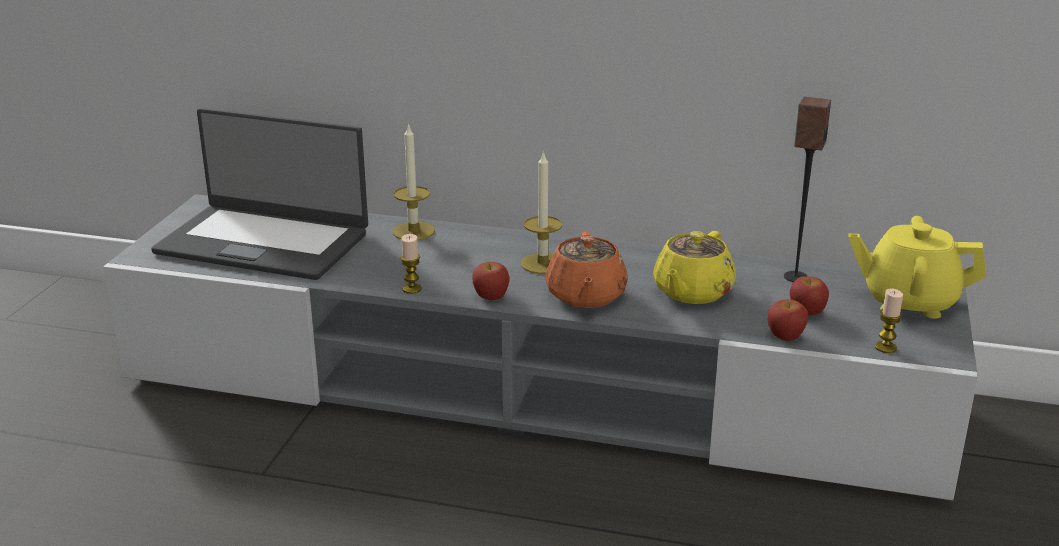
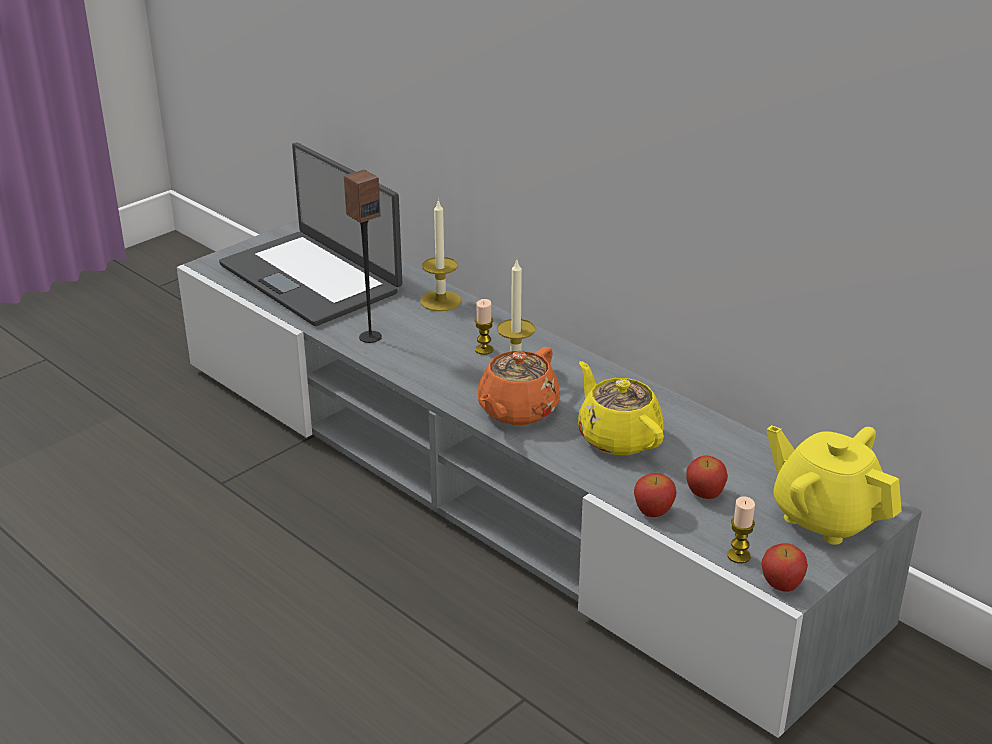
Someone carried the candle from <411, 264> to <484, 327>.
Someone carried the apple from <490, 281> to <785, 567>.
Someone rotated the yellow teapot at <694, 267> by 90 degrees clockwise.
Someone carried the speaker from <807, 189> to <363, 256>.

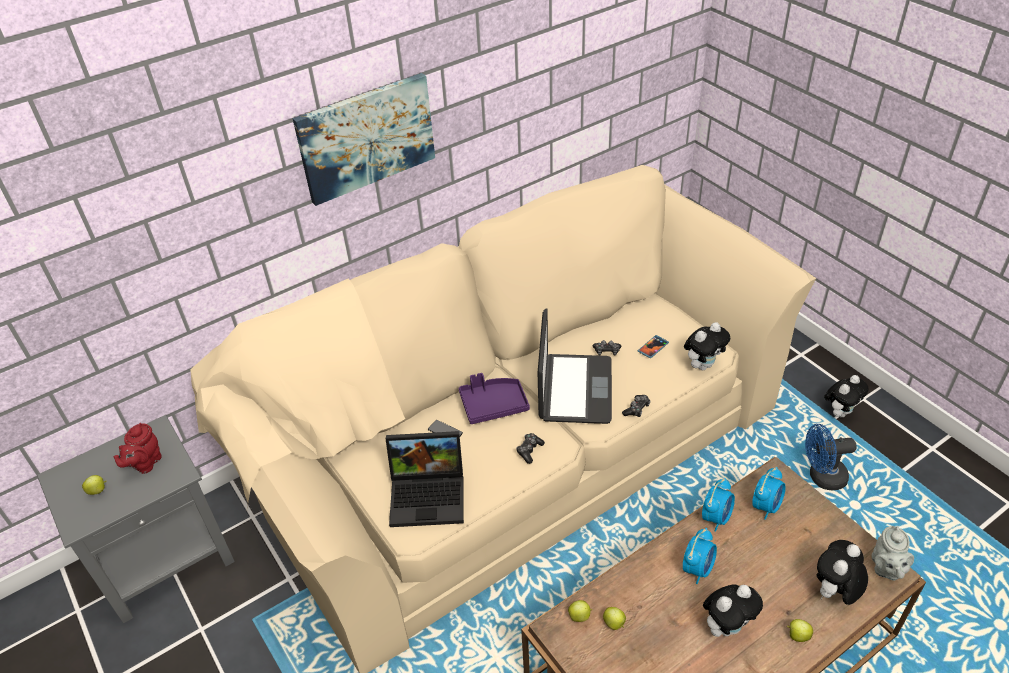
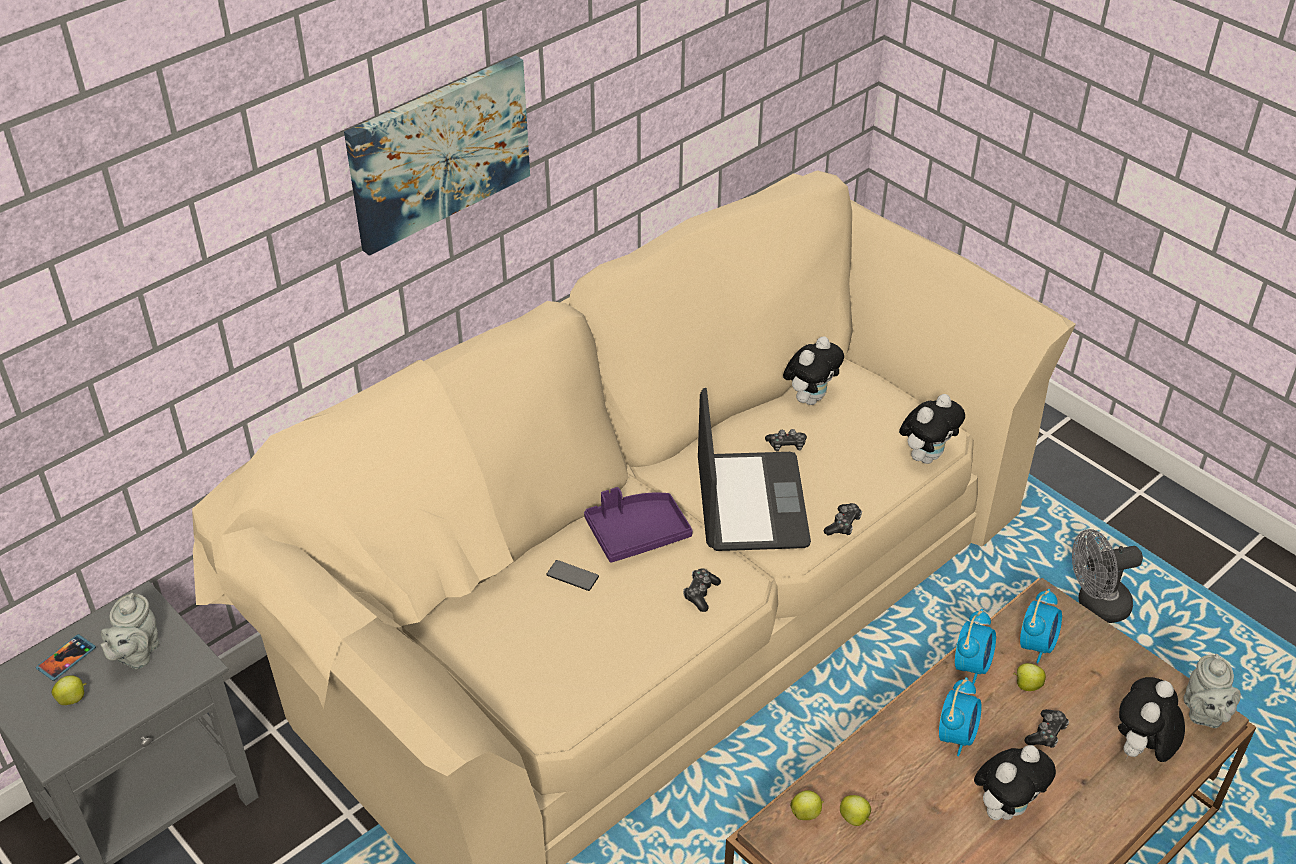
Someone repainted the red teapot at <137, 448>, which became the grey teapot at <129, 630>.
Someone took away the laptop at <425, 479>.
Someone carried the phone from <653, 346> to <66, 657>.
Someone carried the apple from <800, 630> to <1029, 677>.
Someone repainted the blue fan at <831, 457>, which became the grey fan at <1107, 576>.
Someone carried the plush toy from <846, 396> to <813, 370>.
Someone put down the game controller at <1046, 728>.

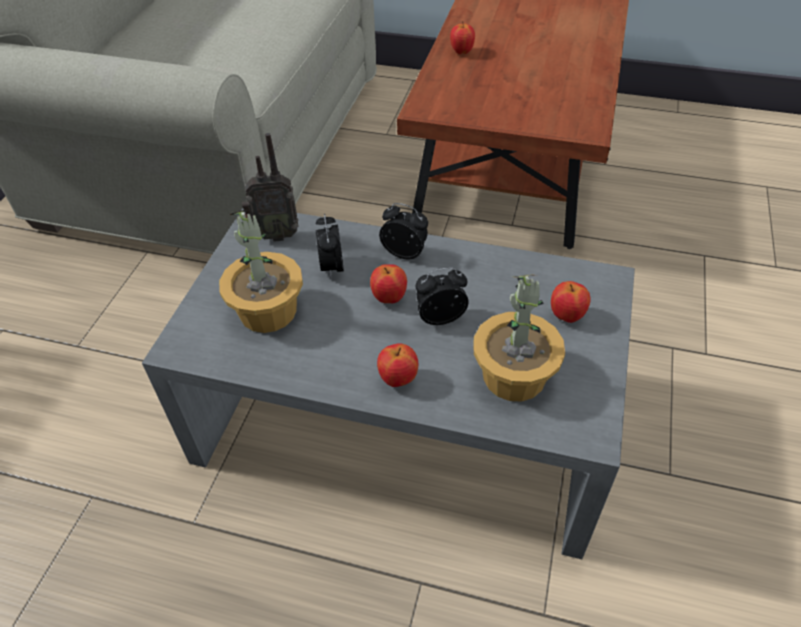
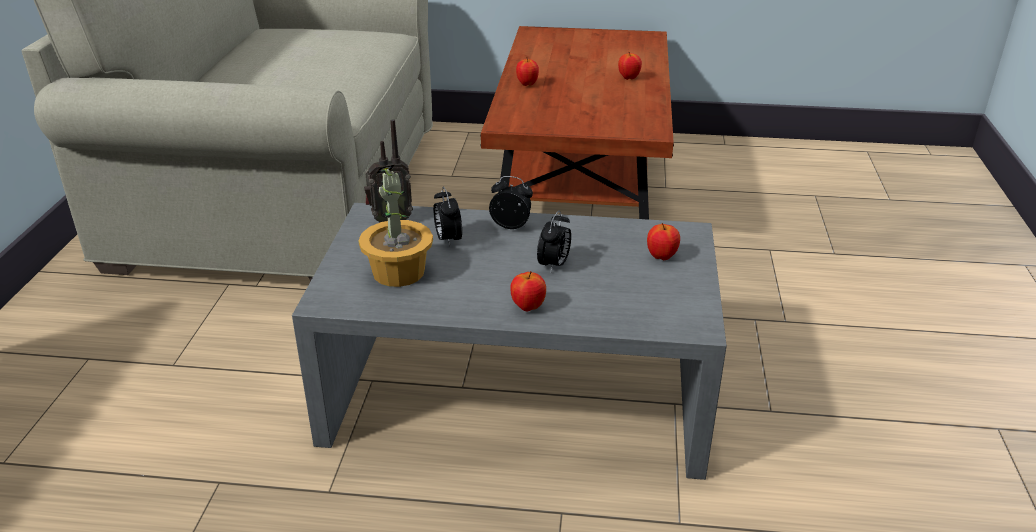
Someone carried the apple from <388, 283> to <630, 66>.
Someone rotated the alarm clock at <442, 296> by 135 degrees clockwise.
Someone took away the potted plant at <519, 338>.

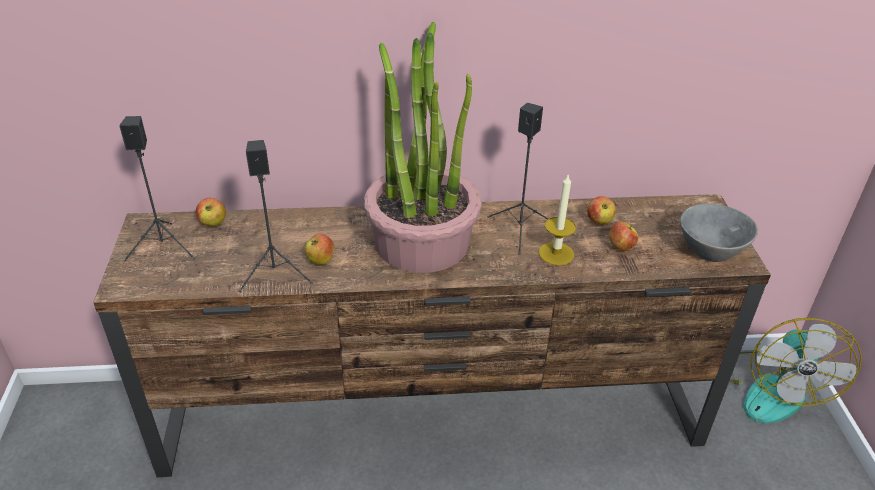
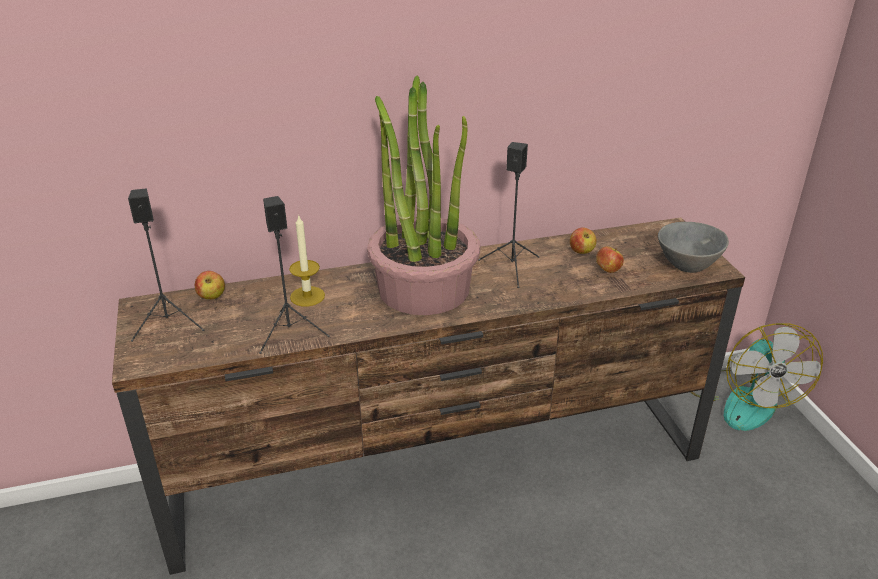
Someone took away the apple at <320, 249>.
Someone carried the candle from <557, 219> to <307, 260>.

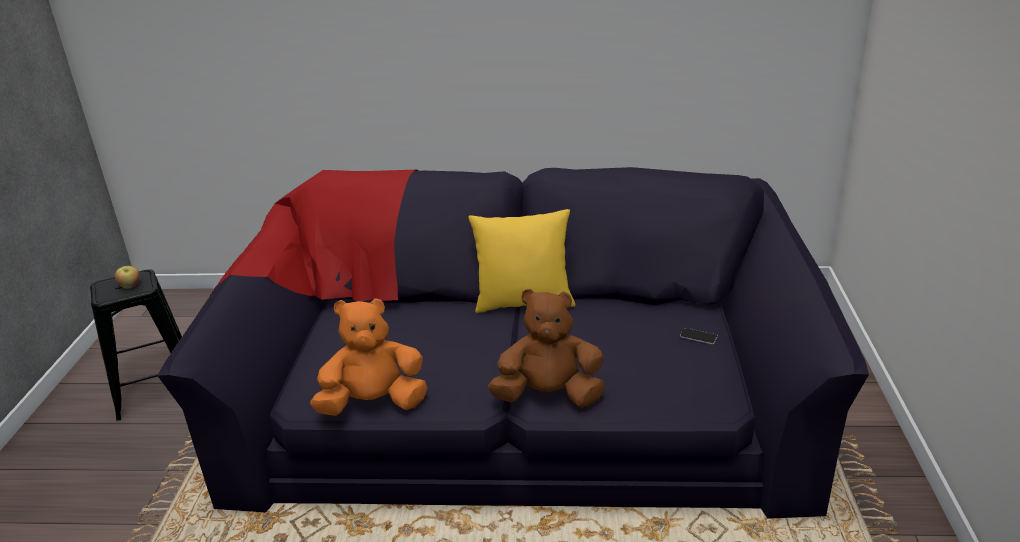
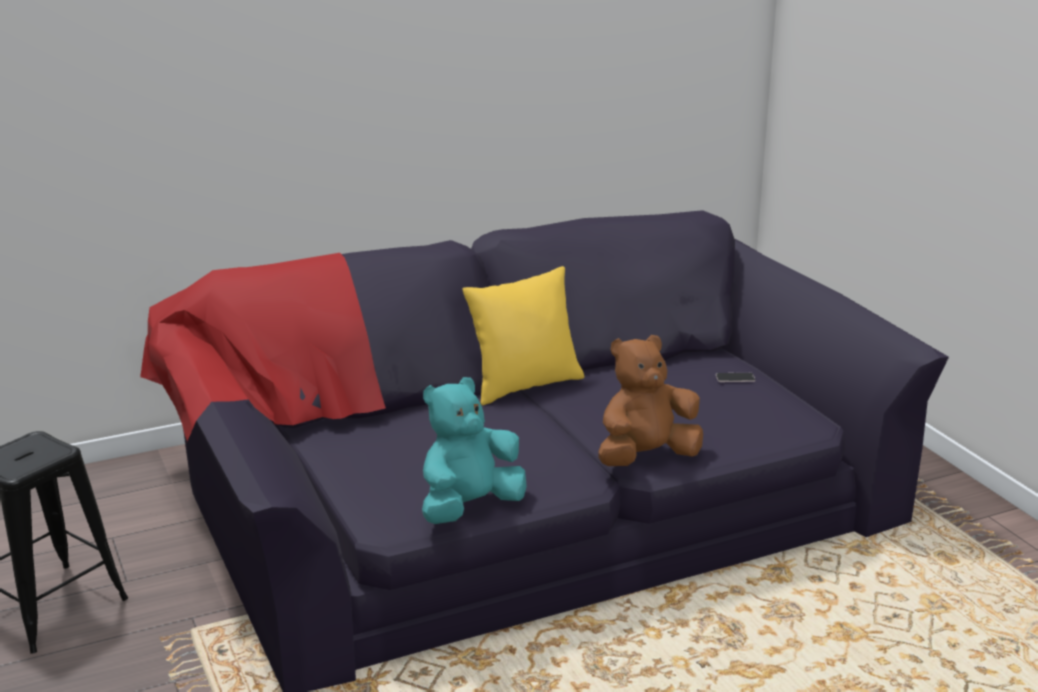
Someone took away the apple at <127, 277>.
Someone repainted the orange plush toy at <368, 357>, which became the turquoise plush toy at <474, 450>.

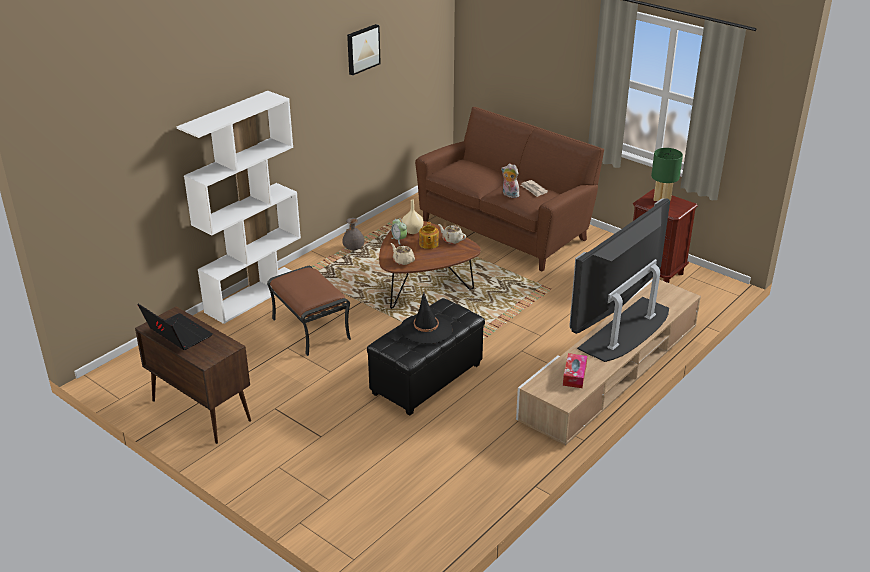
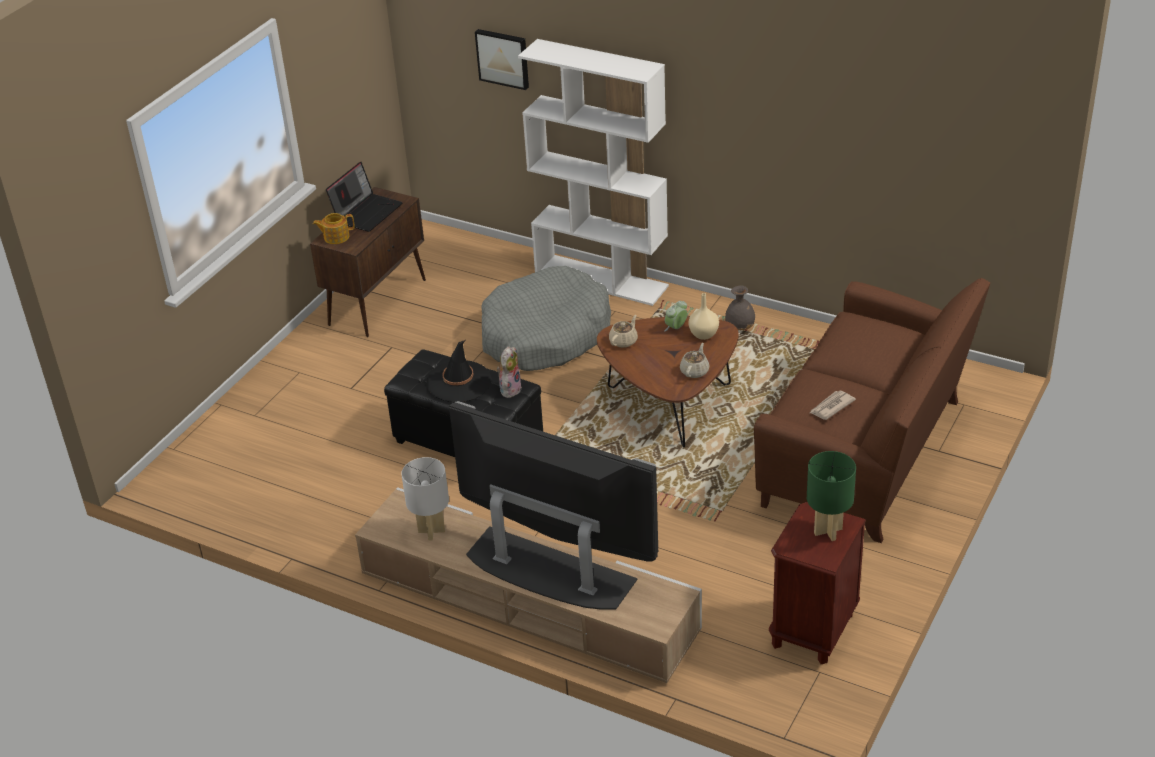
Someone swapped the brown ottoman at <309, 311> for the grey dog bed at <546, 318>.
Someone carried the picture from <364, 49> to <502, 59>.
Someone carried the teapot from <429, 235> to <334, 228>.
Someone carried the plush toy from <510, 181> to <509, 372>.
Someone swapped the tissue box at <575, 370> for the white table lamp at <425, 499>.

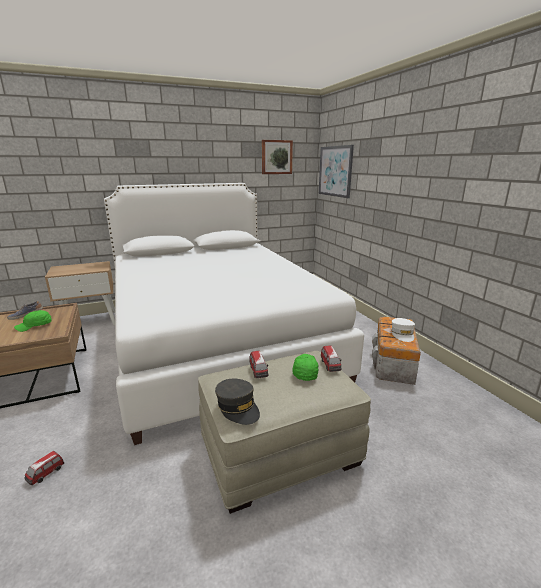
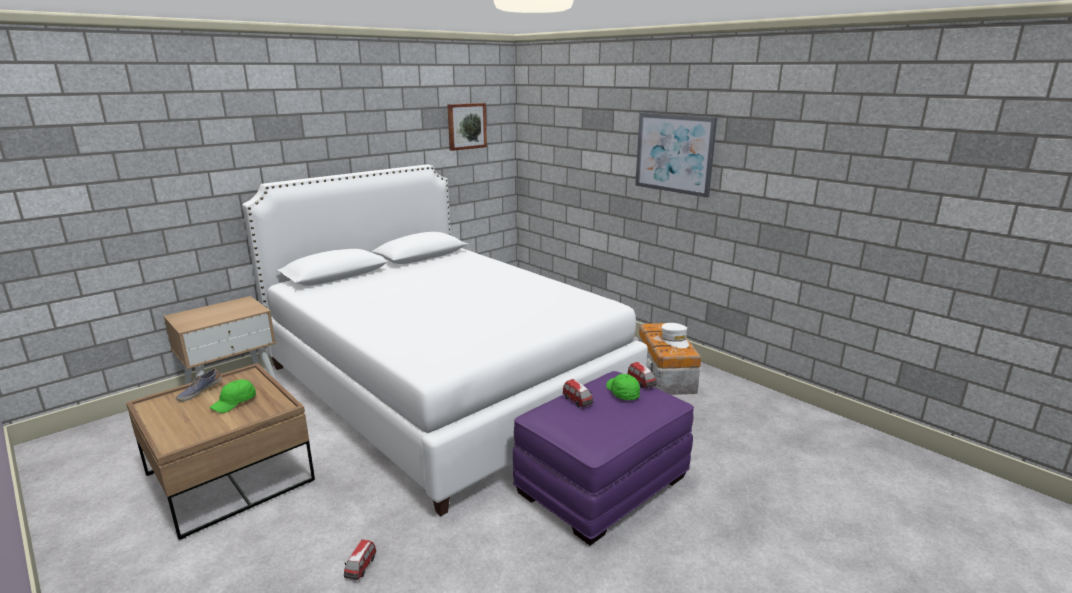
Someone repainted the beige ottoman at <284, 432>, which became the purple ottoman at <603, 458>.
Someone took away the grey cap at <237, 402>.
Someone carried the picture from <336, 171> to <676, 155>.

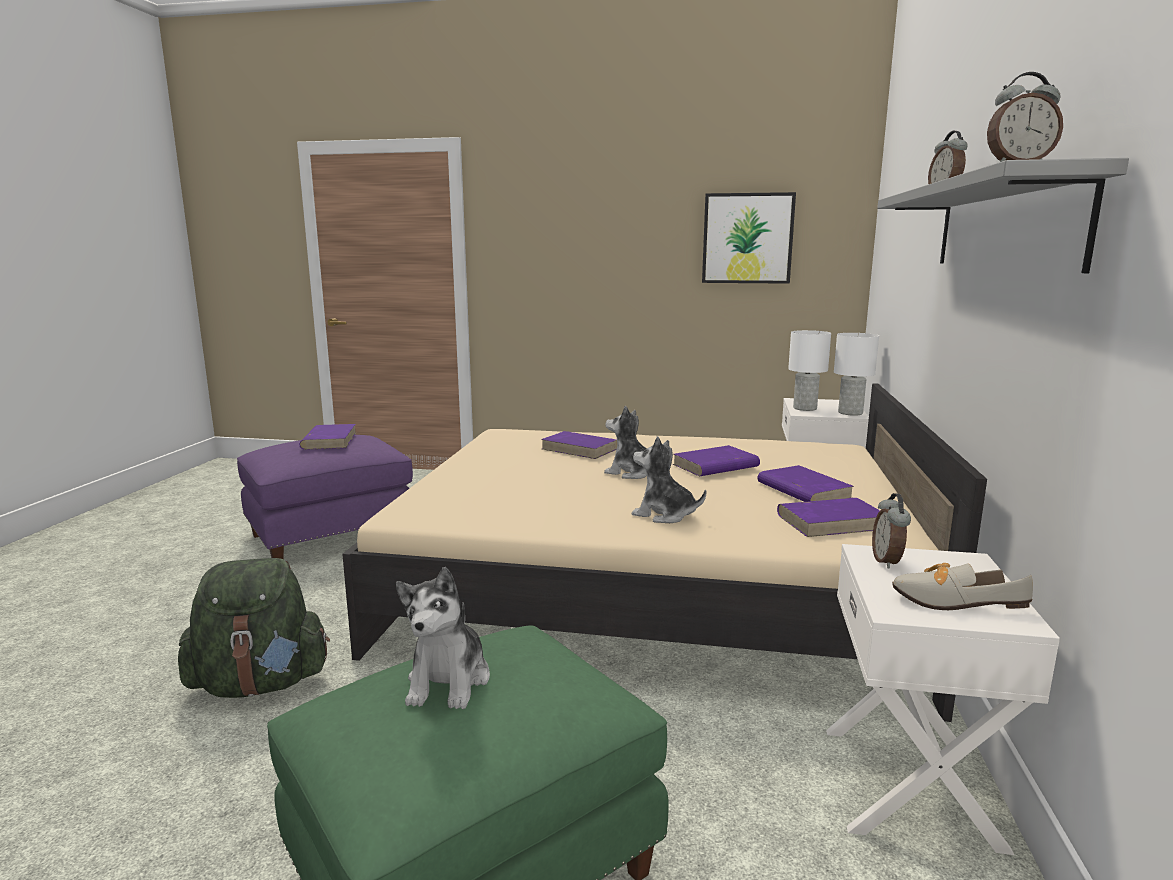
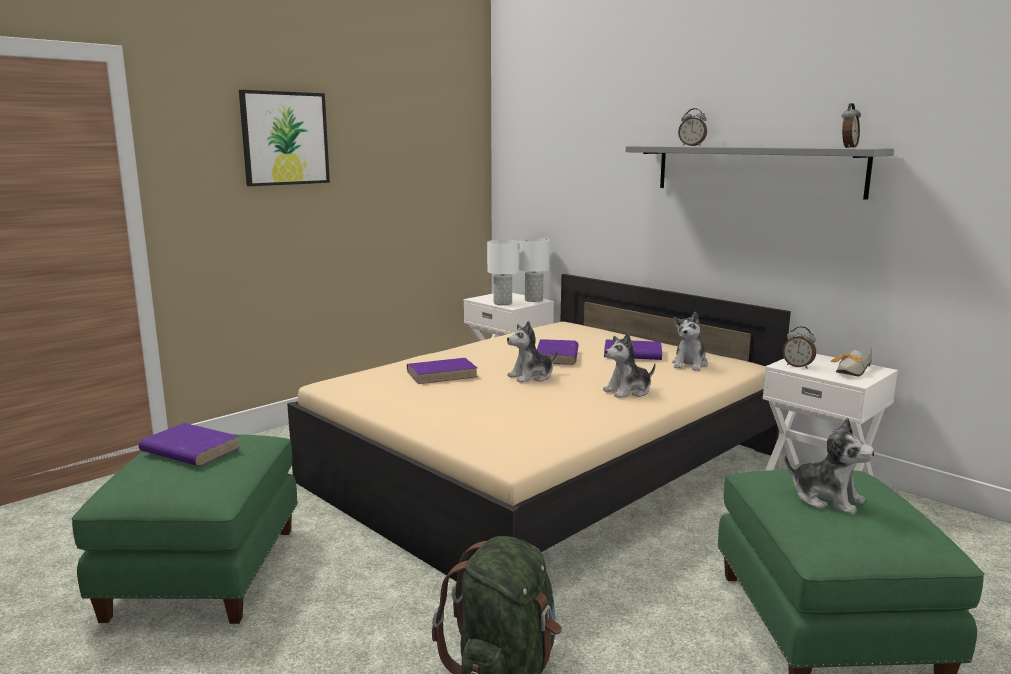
Someone repainted the purple ottoman at <325, 497>, which became the green ottoman at <184, 529>.
Someone carried the picture from <749, 238> to <284, 138>.
Someone swapped the purple book at <828, 517> for the plush toy at <690, 341>.

